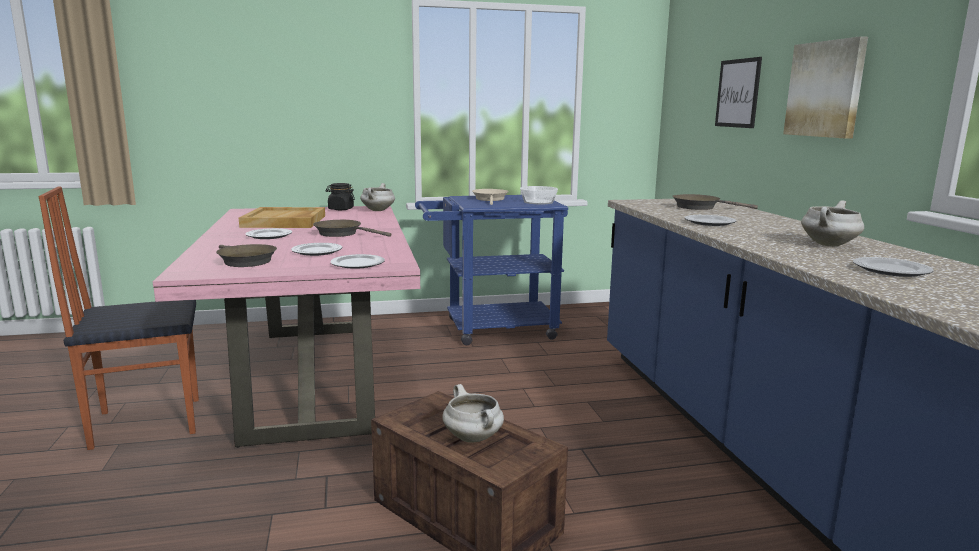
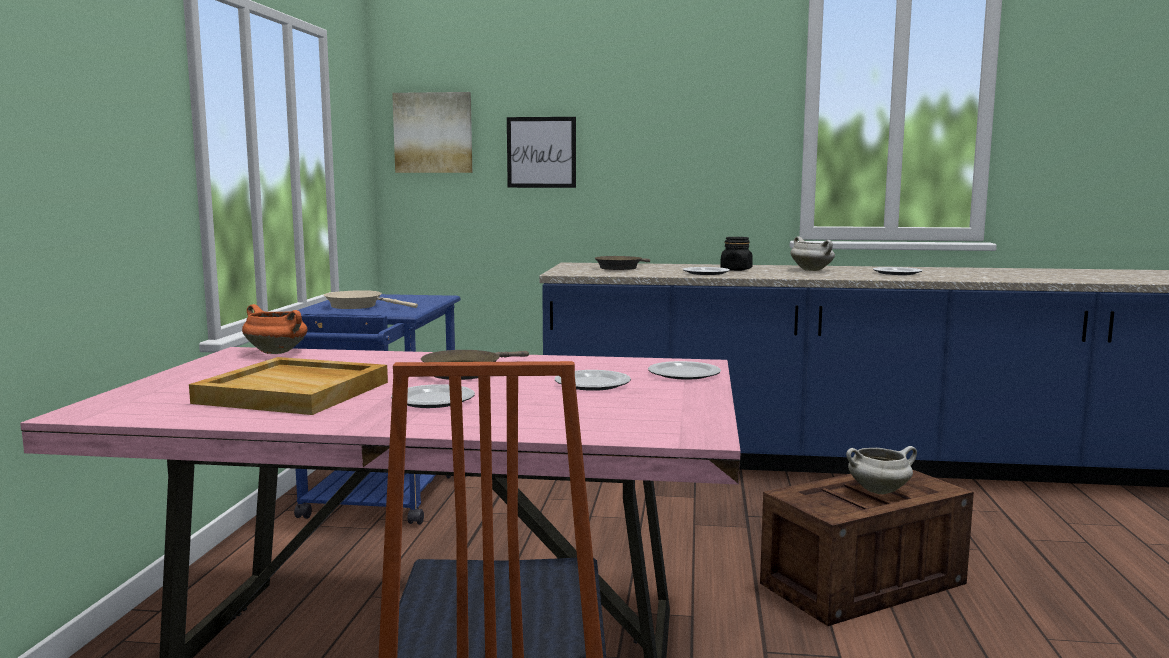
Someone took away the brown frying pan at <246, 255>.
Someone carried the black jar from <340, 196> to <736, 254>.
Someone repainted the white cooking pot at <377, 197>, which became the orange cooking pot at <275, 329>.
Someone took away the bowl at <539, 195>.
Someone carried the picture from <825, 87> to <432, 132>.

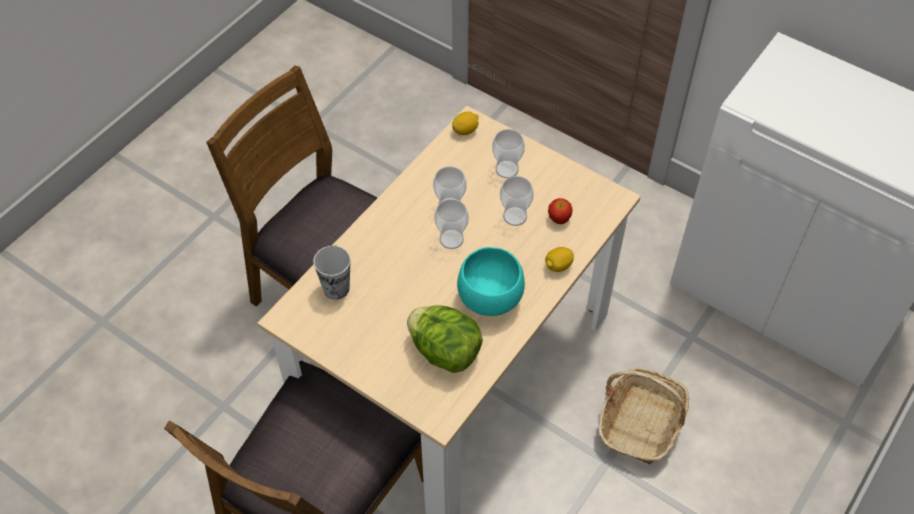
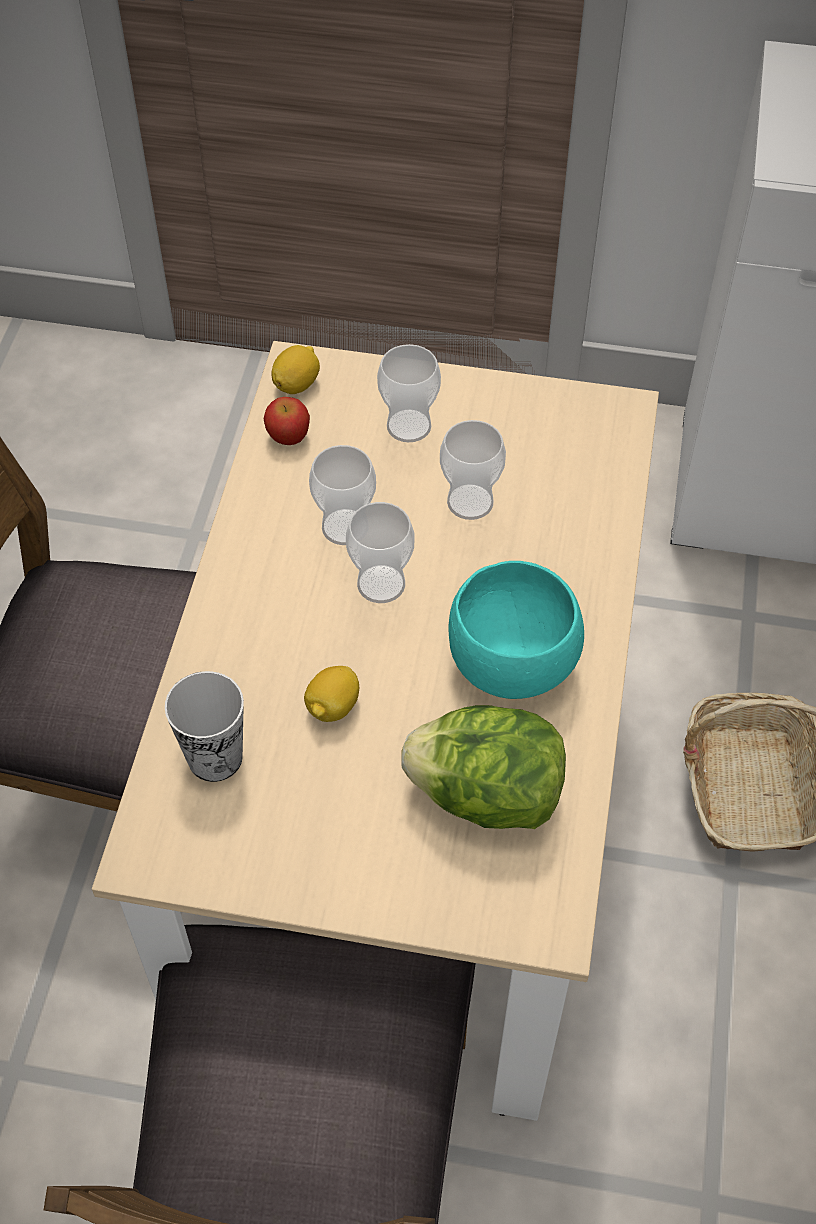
Someone carried the lemon from <559, 259> to <331, 694>.
Someone carried the apple from <560, 211> to <286, 421>.

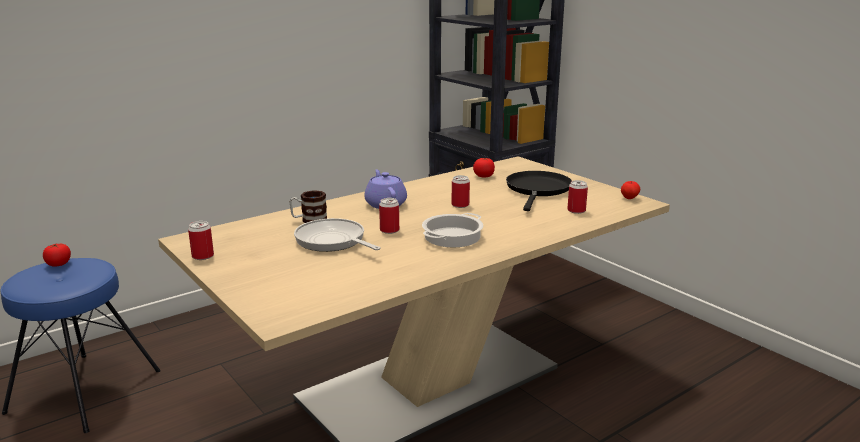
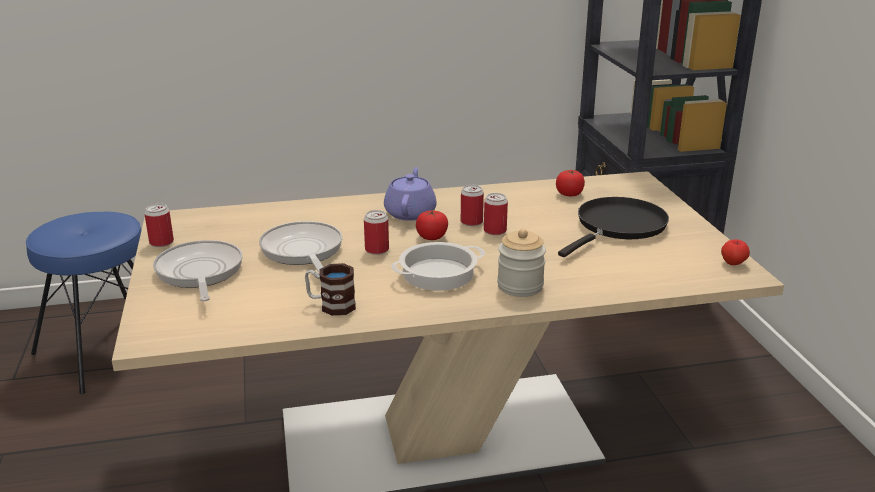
Someone carried the tomato from <57, 255> to <432, 225>.
Someone carried the mug from <308, 206> to <330, 289>.
Someone carried the can from <577, 197> to <472, 205>.
Someone put down the frying pan at <198, 270>.
Someone put down the jar at <521, 263>.

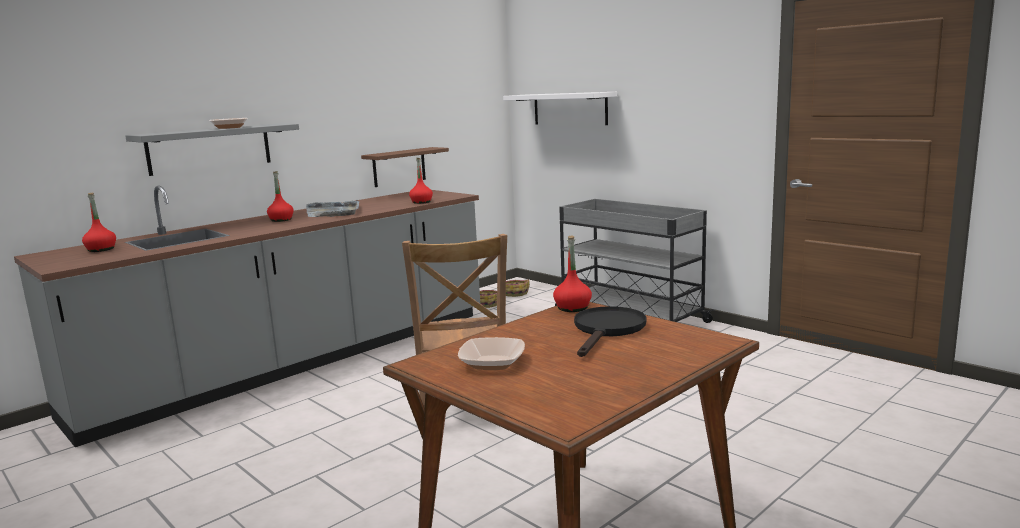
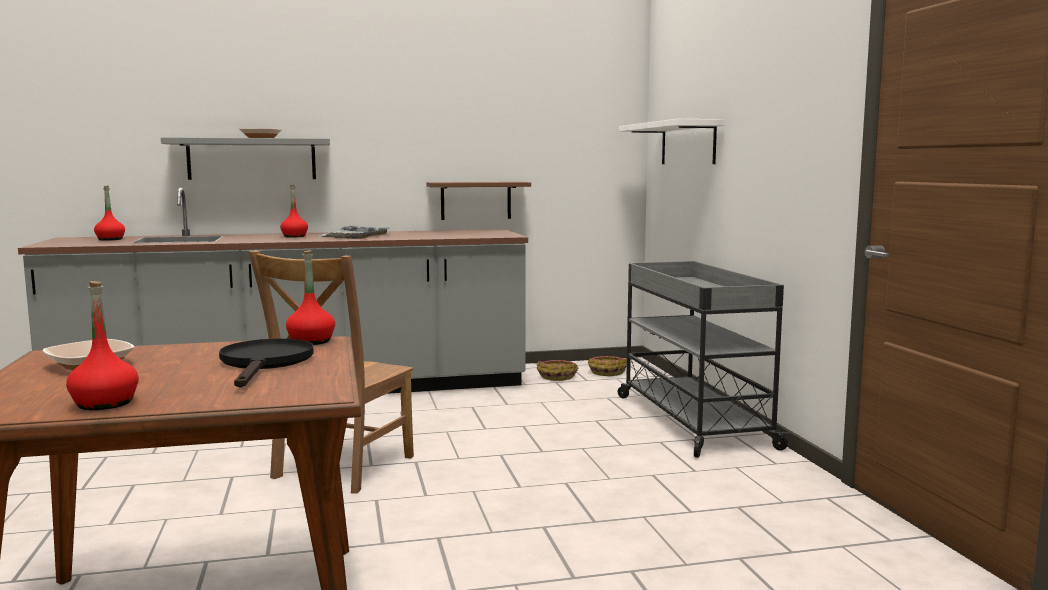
Someone carried the red bottle from <421, 181> to <102, 345>.
Someone rotated the black frying pan at <610, 331> by 60 degrees counterclockwise.

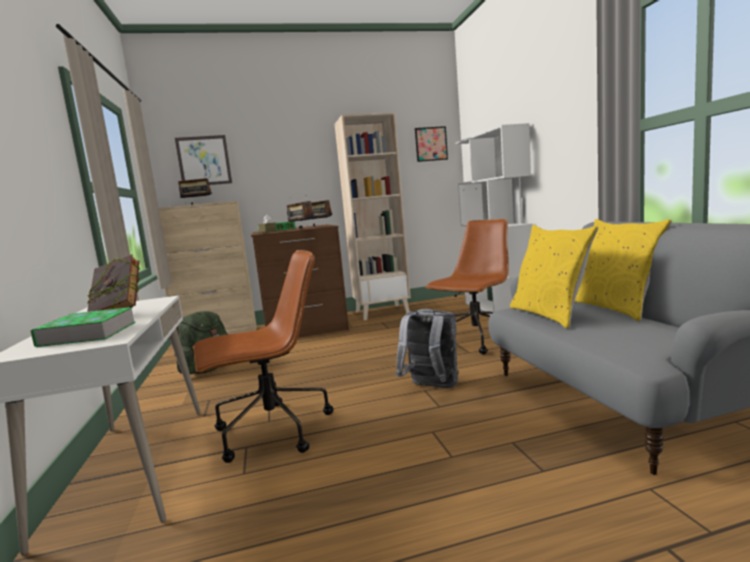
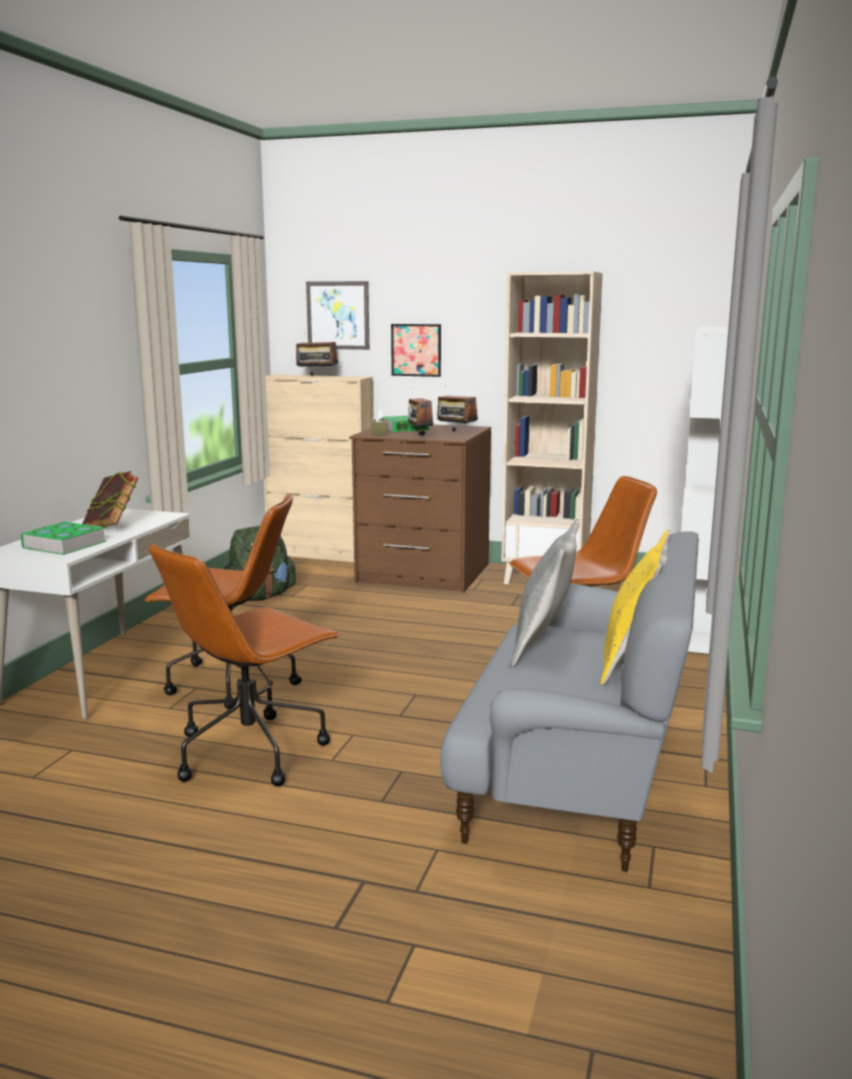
Someone took away the grey backpack at <427, 348>.
Someone carried the picture from <431, 144> to <416, 350>.
Someone repainted the yellow pillow at <554, 277>, which became the grey pillow at <545, 593>.
Someone put down the brown office chair at <244, 664>.

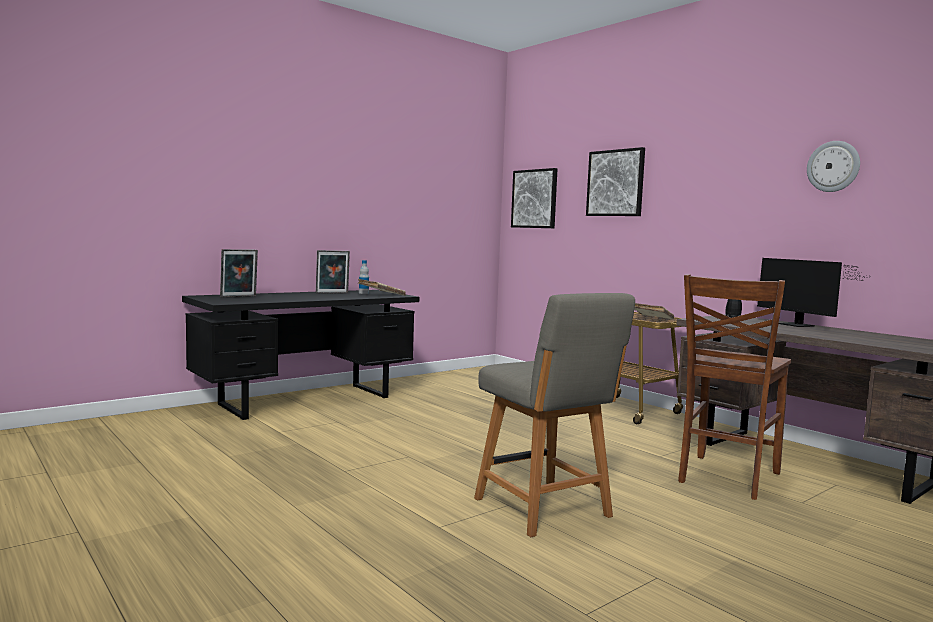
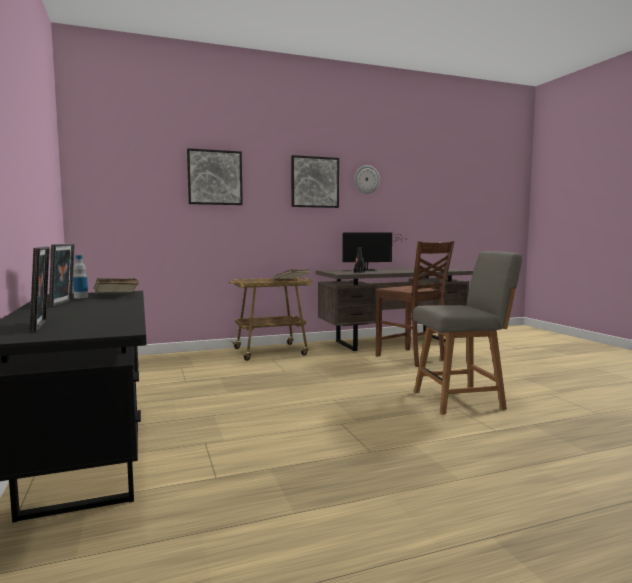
Someone carried the picture from <534, 198> to <315, 181>.

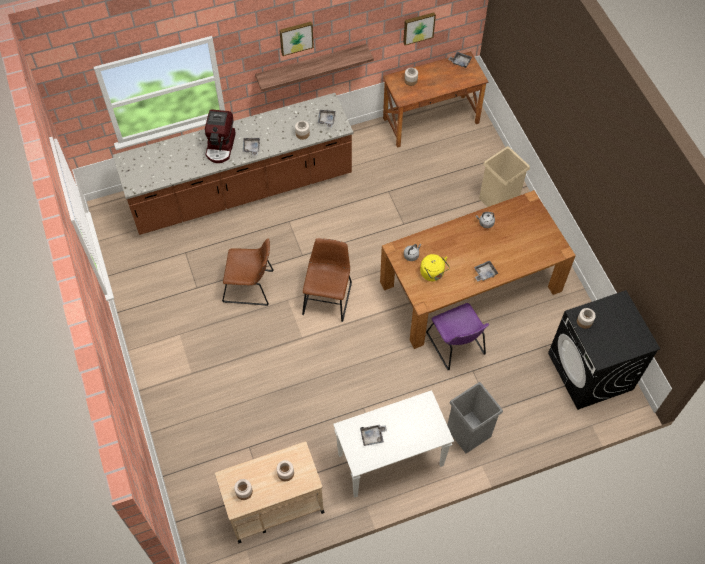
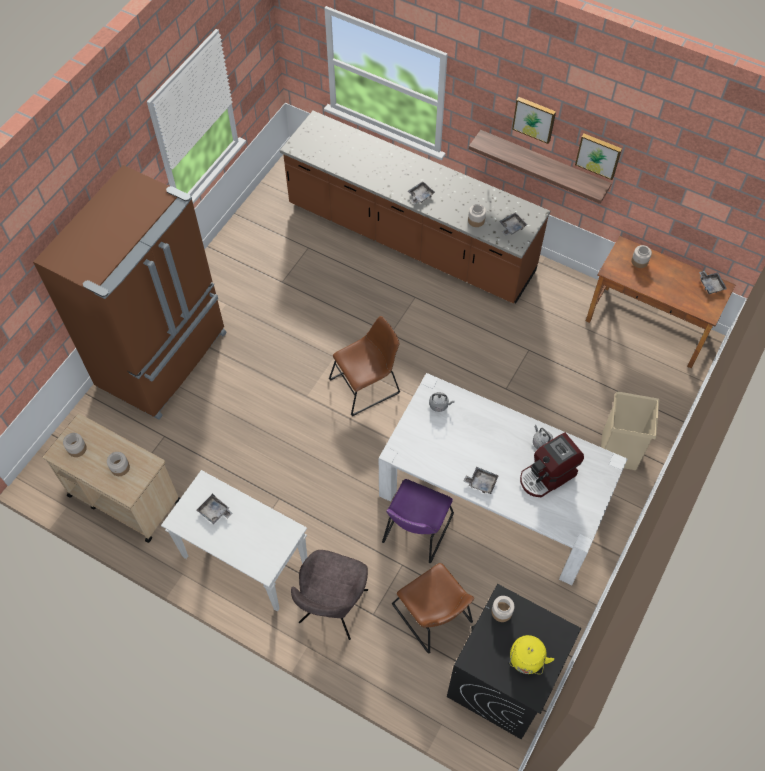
Someone carried the coffee machine from <220, 136> to <552, 465>.
Someone carried the brown chair from <248, 272> to <433, 608>.
Someone repainted the brown dining table at <478, 269>, which became the white dining table at <503, 479>.
Someone carried the picture from <419, 28> to <598, 157>.
Someone carried the yellow kettle from <435, 267> to <531, 655>.
Someone swapped the grey trash can at <475, 417> for the grey chair at <329, 595>.
Someone put down the brown fridge at <130, 292>.

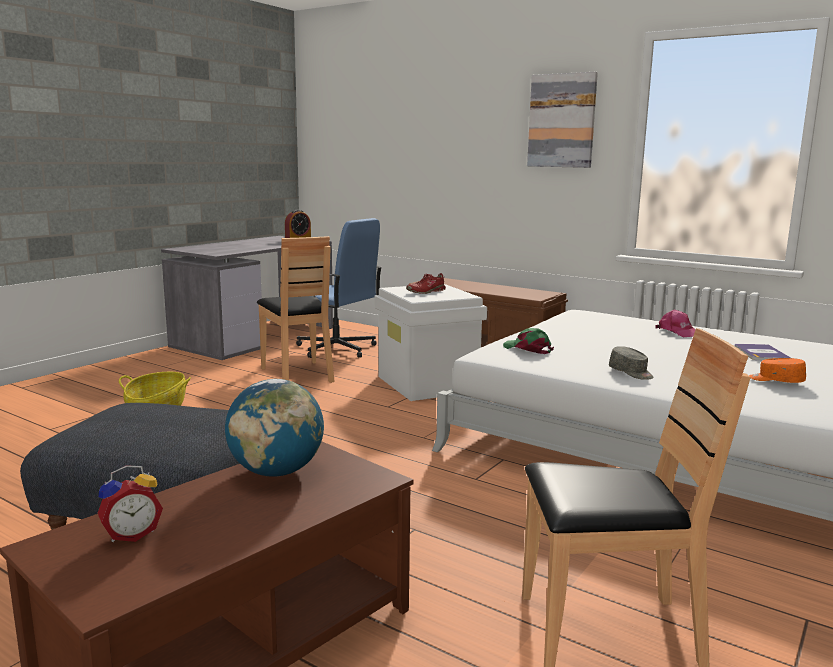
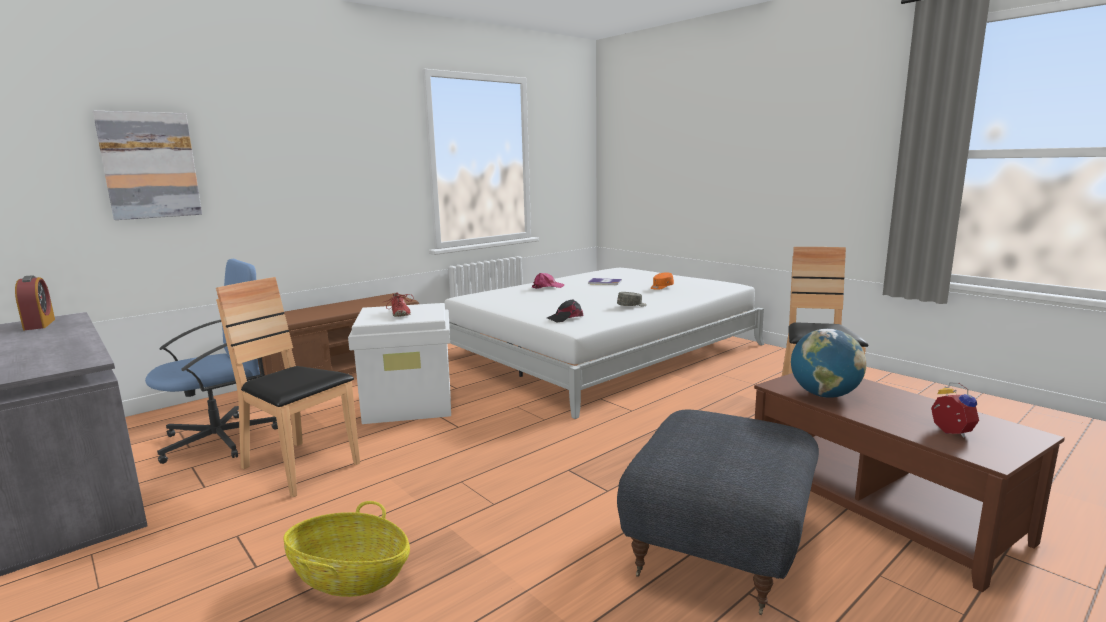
Someone rotated the brown chair at <296, 309> by 135 degrees counterclockwise.
Someone repainted the green cap at <528, 341>, which became the black cap at <565, 310>.
Someone carried the picture from <562, 120> to <147, 165>.

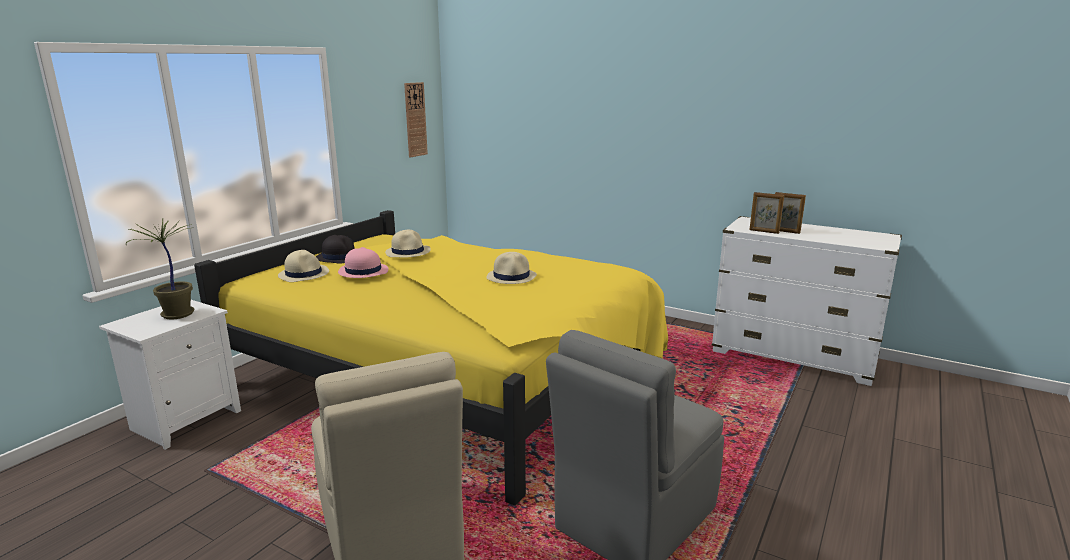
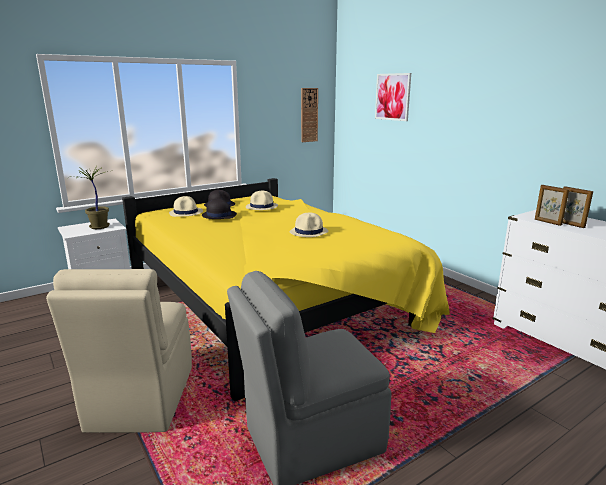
Someone repainted the pink hat at <363, 262>, which became the black hat at <219, 208>.
Someone put up the picture at <393, 97>.

